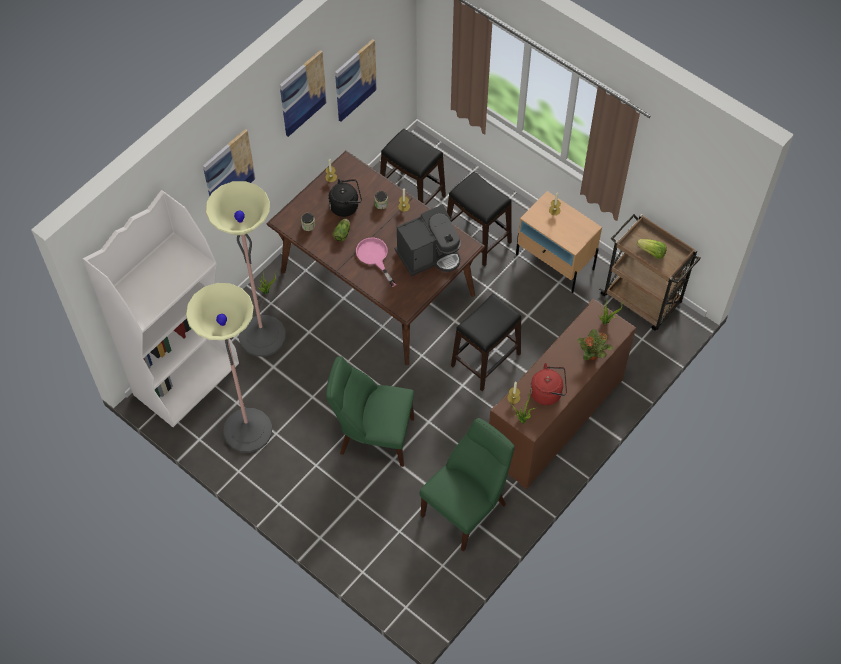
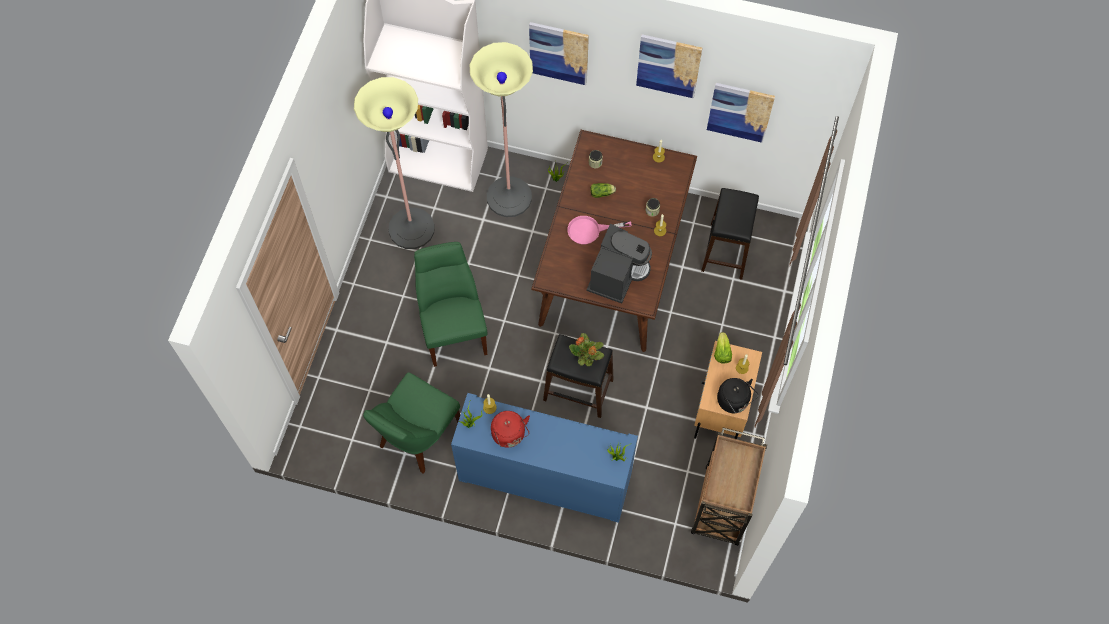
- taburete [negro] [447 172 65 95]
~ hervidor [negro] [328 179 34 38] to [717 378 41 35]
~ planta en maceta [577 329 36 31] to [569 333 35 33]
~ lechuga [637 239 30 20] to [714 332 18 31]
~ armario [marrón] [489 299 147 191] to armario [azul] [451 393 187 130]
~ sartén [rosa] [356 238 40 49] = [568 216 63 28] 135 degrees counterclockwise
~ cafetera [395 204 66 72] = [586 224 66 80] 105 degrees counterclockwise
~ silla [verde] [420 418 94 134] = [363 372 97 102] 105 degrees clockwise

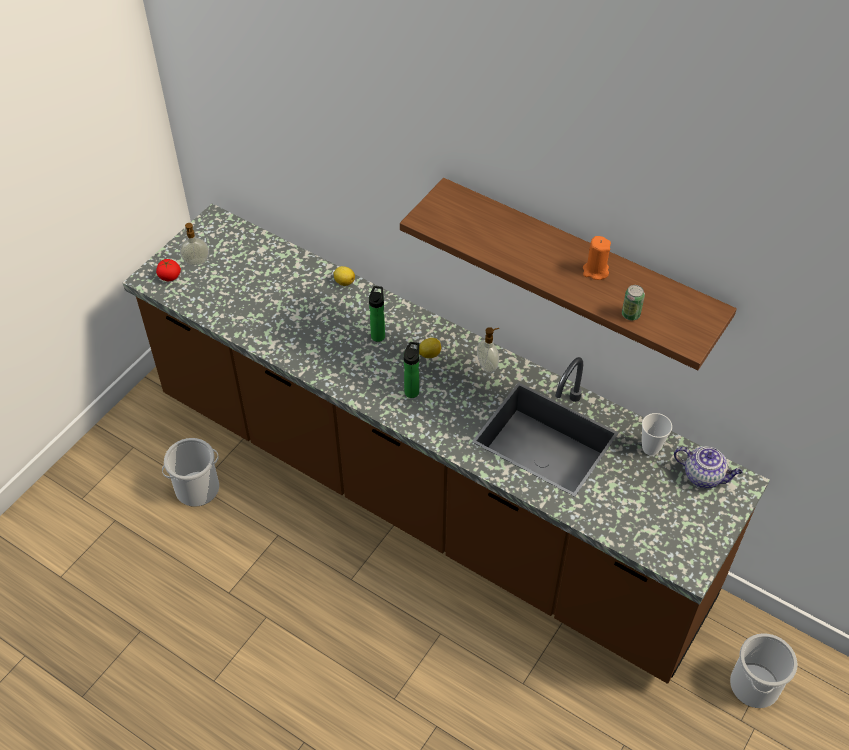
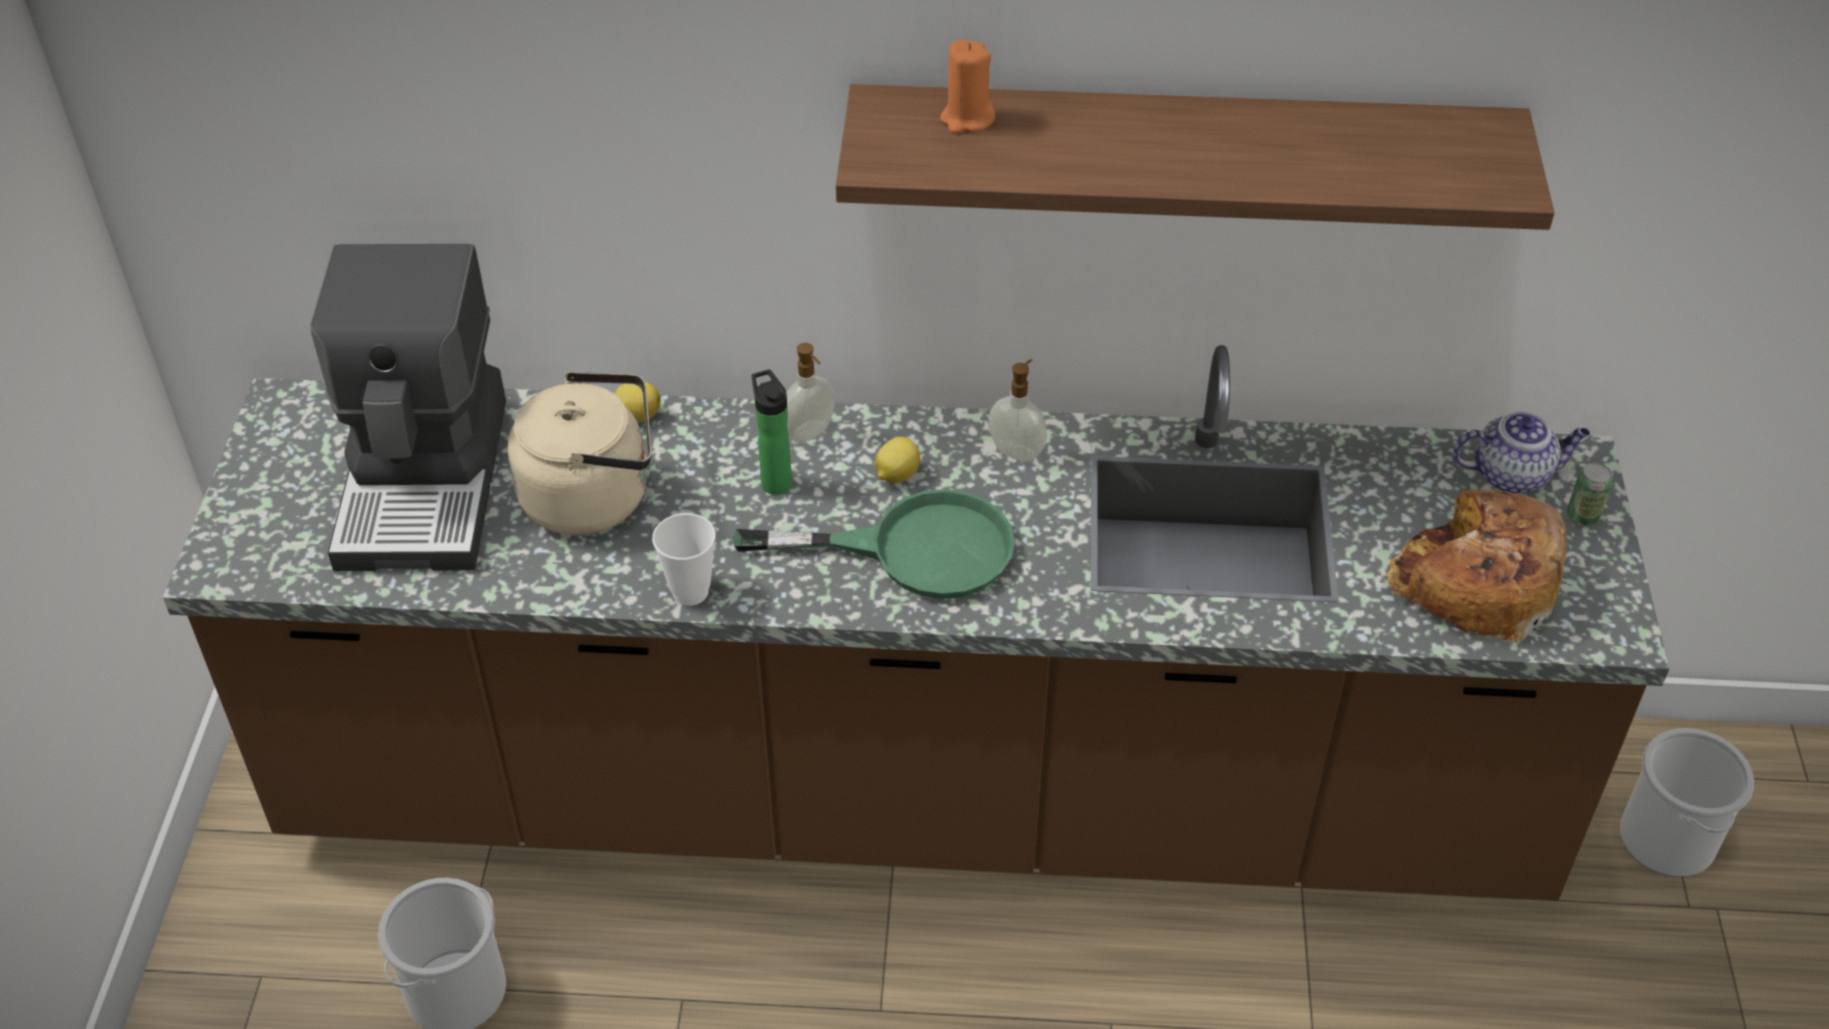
- tomate [156 259 25 22]
+ cafetera [310 244 196 327]
+ hervidor [beis] [508 371 144 164]
+ pan [1385 489 182 154]
~ dispensador de jabón [180 223 29 43] to [786 343 49 100]
~ vela [naranja] [583 236 28 44] to [940 40 55 93]
~ lata [622 285 23 35] to [1567 463 46 63]
~ taza [642 413 30 42] to [652 513 64 93]
~ botella [404 342 15 56] to sartén [verde] [733 489 282 110]

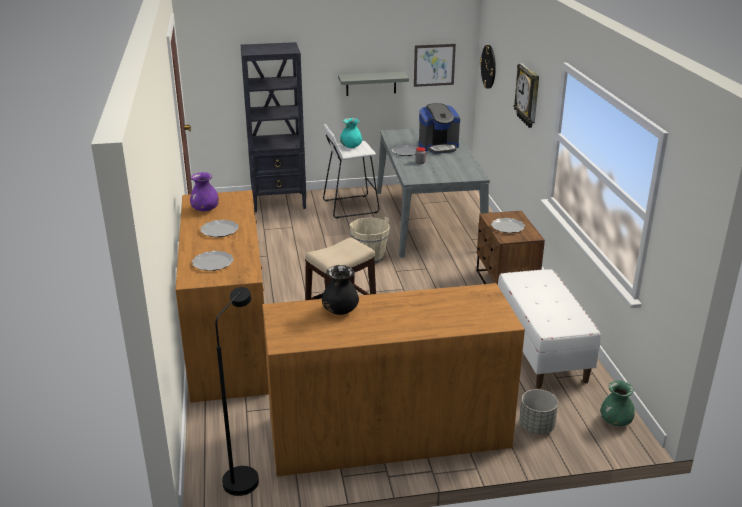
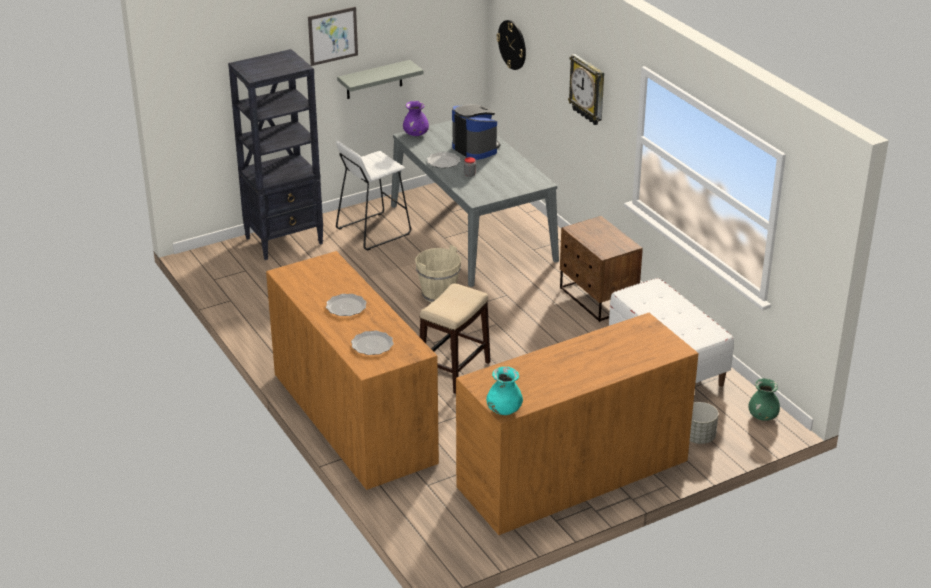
- lámpara de pie [negro] [215 287 44 209]
- florero [negro] [322 265 37 50]
- plato [491 218 34 15]
~ florero [morado] [190 172 29 39] to [403 101 26 35]
~ florero [turquesa] [340 118 22 30] to [486 367 37 48]
~ cuadro [414 44 42 43] to [308 7 50 59]
~ cafetera [419 103 41 51] = [452 104 48 56] 90 degrees counterclockwise

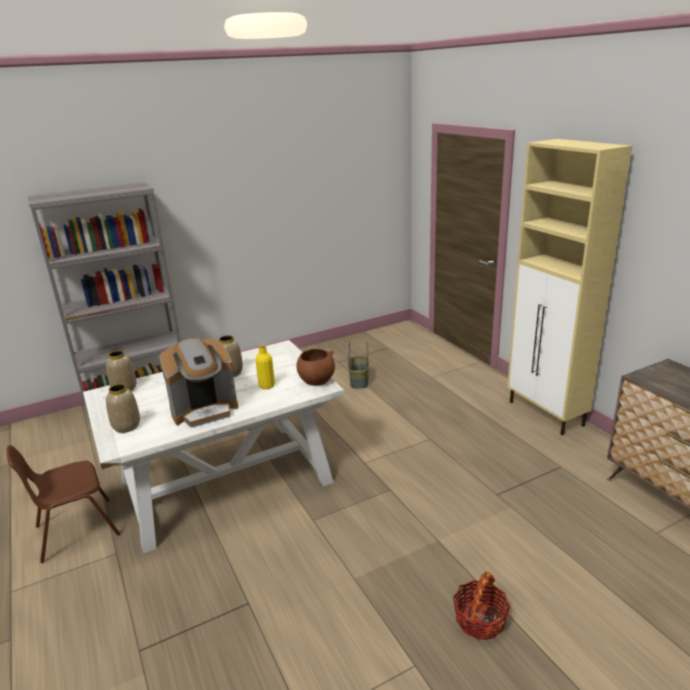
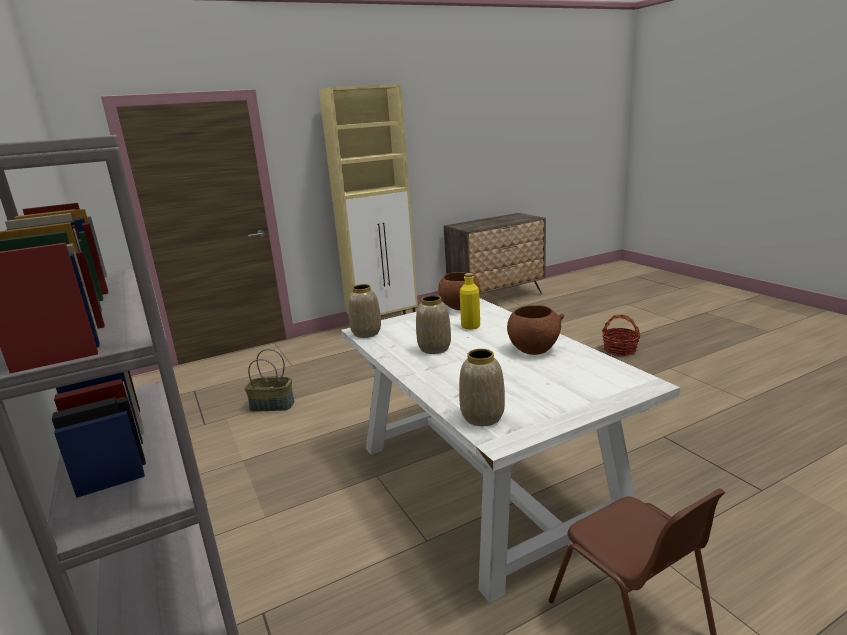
~ florero [106 384 34 49] to [348 284 33 54]
~ cafetera [160 337 78 91] to cuenco [marrón] [507 305 58 50]

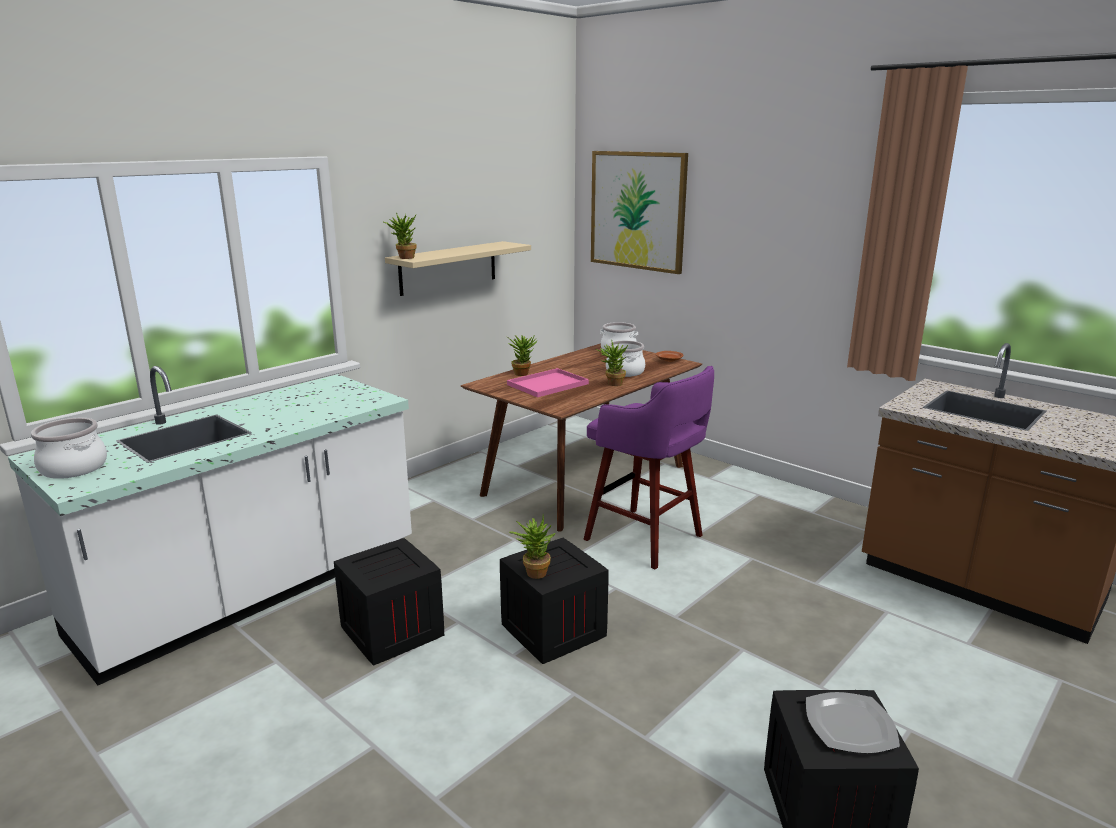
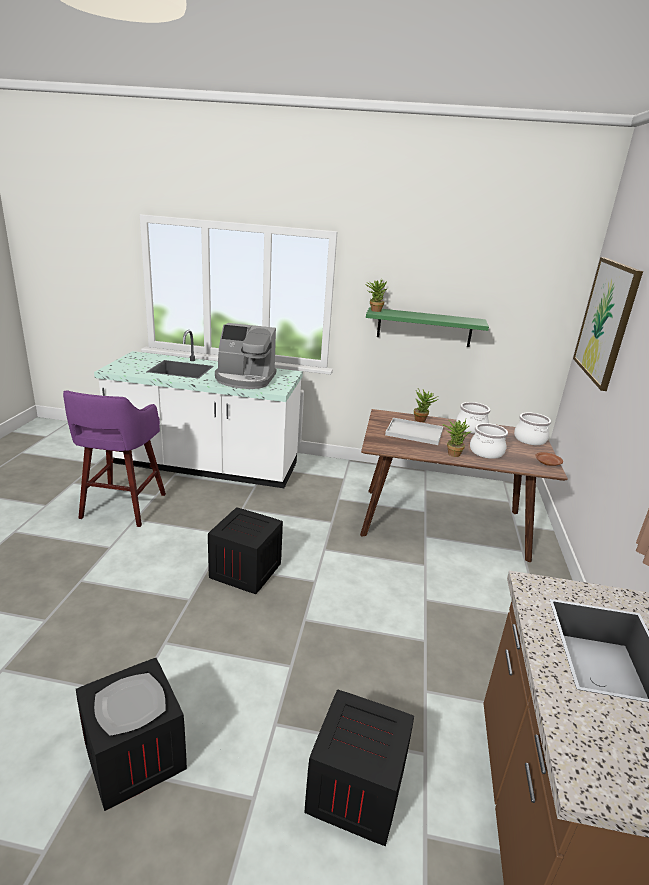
- planta en maceta [509 516 46 63]
+ cafetera [215 323 61 66]
~ olla [31 418 76 61] to [456 402 35 32]
~ caja de embalaje [334 538 110 128] to [305 689 109 157]
~ taburete [morado] [584 366 130 203] to [63 390 103 137]
~ estante [beis] [385 241 146 55] to estante [verde] [366 307 123 40]
~ bandeja [rosa] [507 368 82 29] to bandeja [blanco] [385 418 58 27]

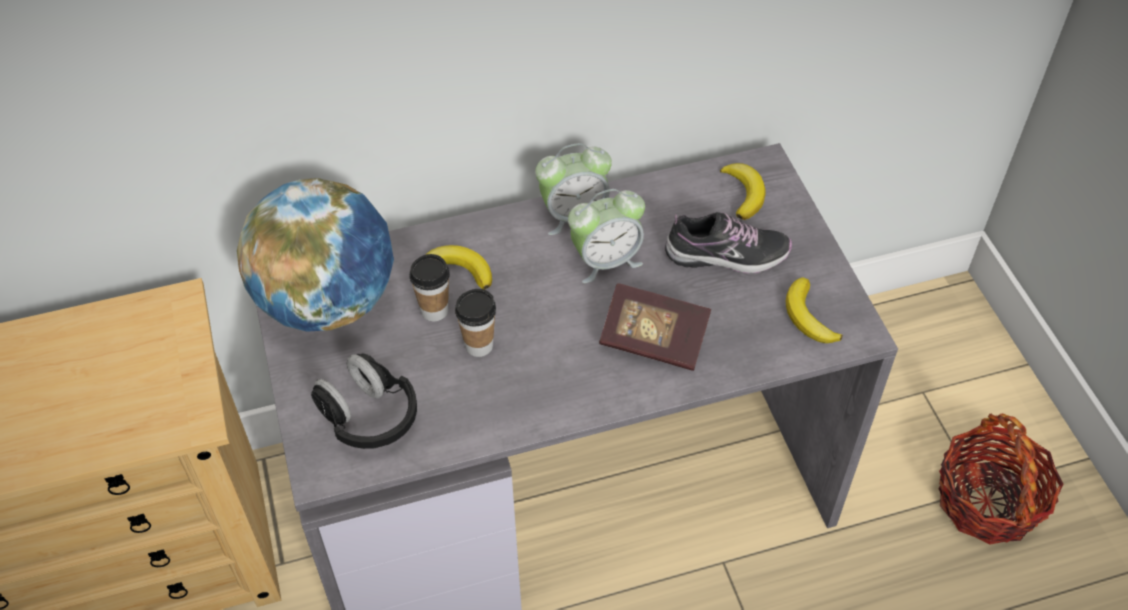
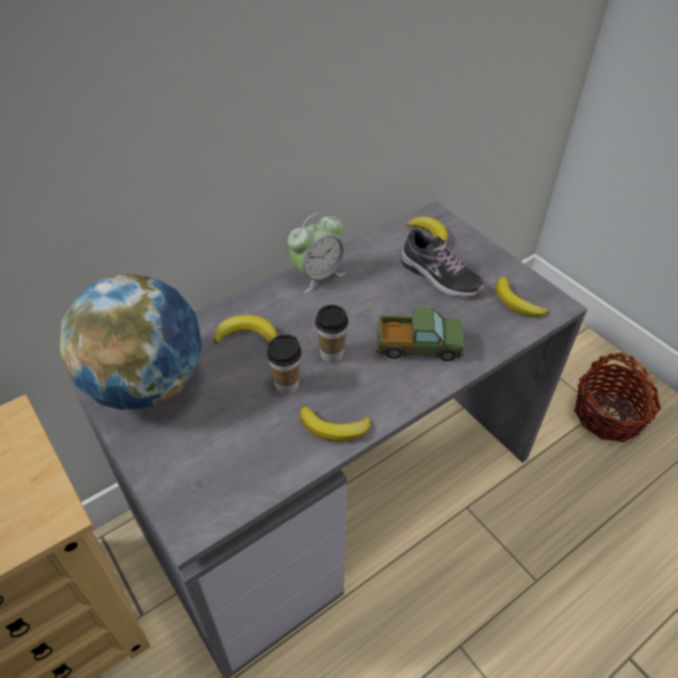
- auriculares [negro] [311 353 106 96]
- despertador [568 189 77 94]
+ plátano [300 406 71 36]
~ taza [410 254 40 68] to [315 305 33 58]
~ libro [599 283 112 88] to camión de juguete [376 307 88 54]
~ zapato [665 212 127 61] = [400 225 85 72] 60 degrees clockwise

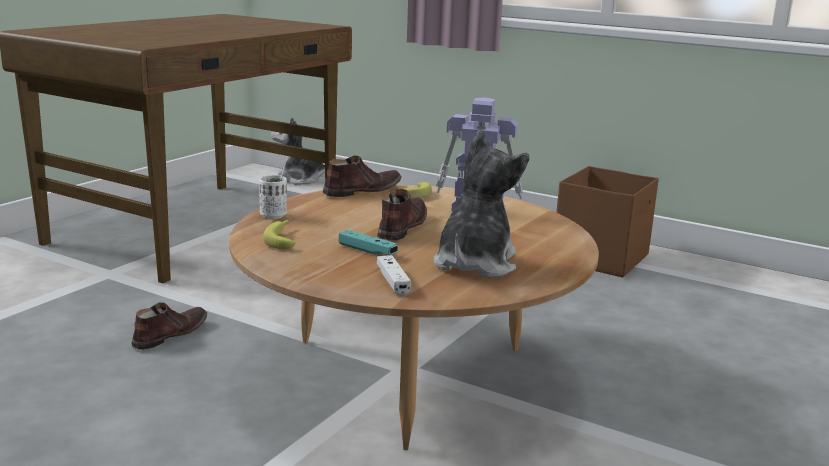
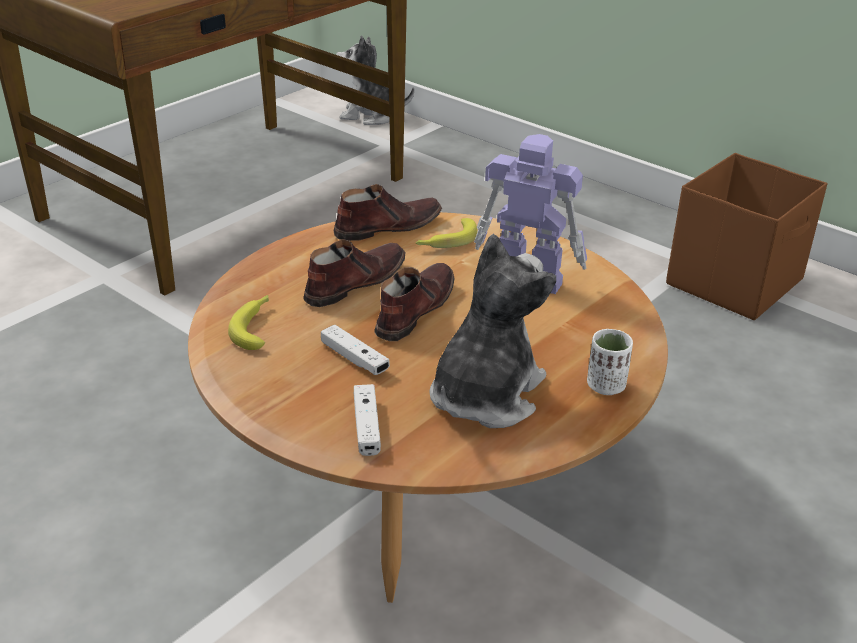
~ zapato [marrón] [132 302 75 48] to [303 239 102 68]
~ taza [blanco] [259 175 28 44] to [587 329 46 66]
~ mando de consola [turquesa] [339 230 59 26] to mando de consola [blanco] [321 325 69 50]

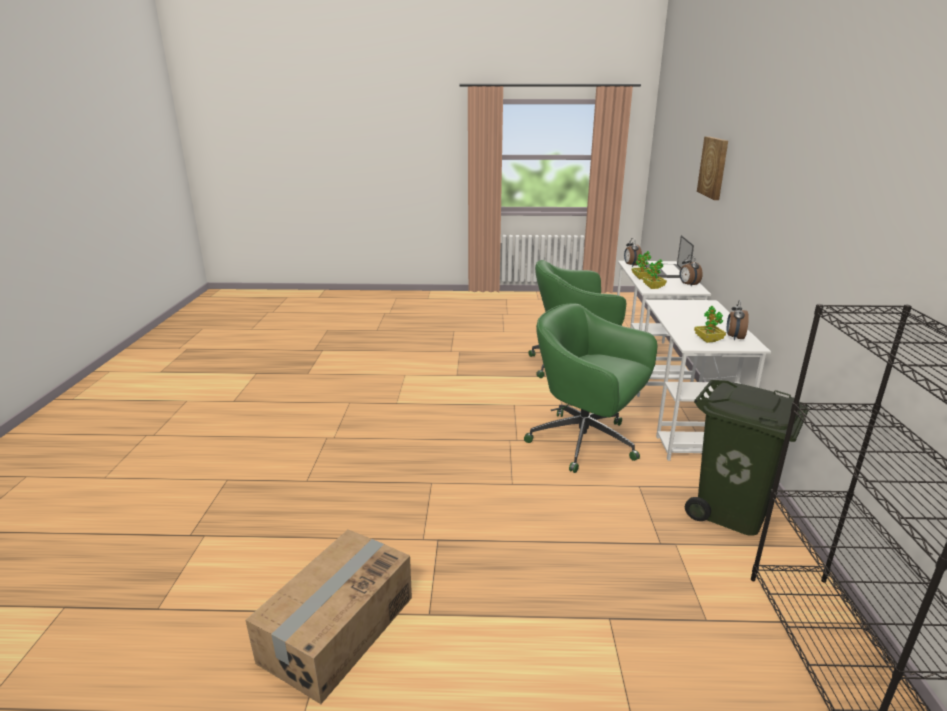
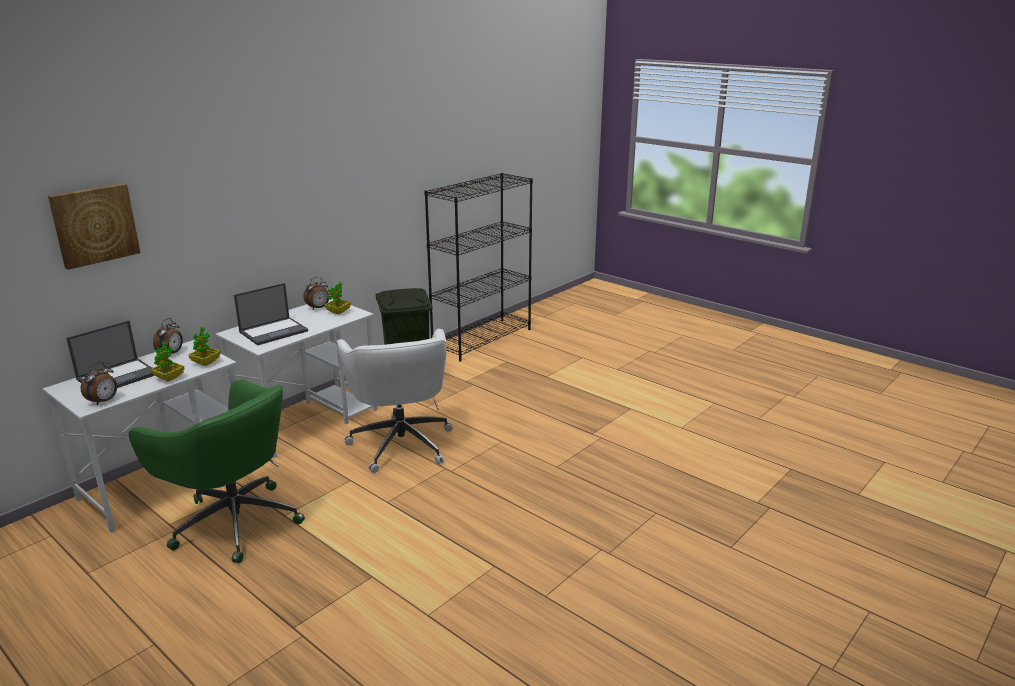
- caja de cartón [245 529 167 175]
+ portátil [234 283 74 62]
~ silla de oficina [verde] [524 303 133 170] to silla de oficina [blanco] [337 329 116 144]

